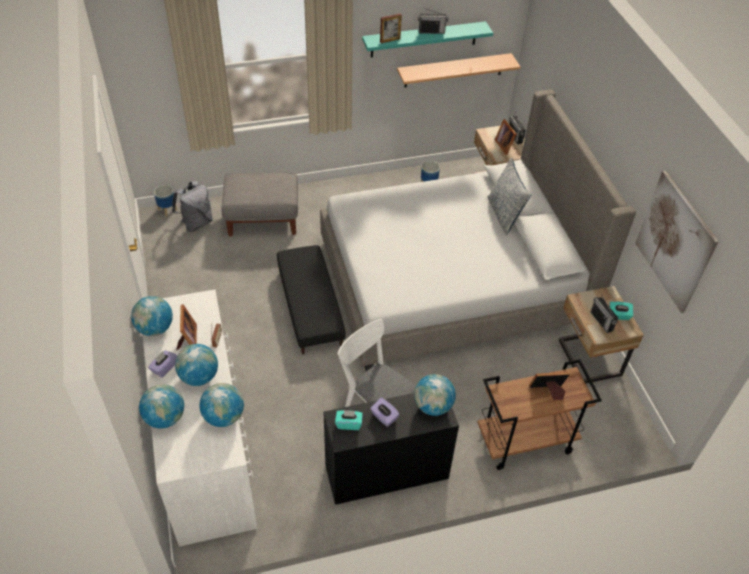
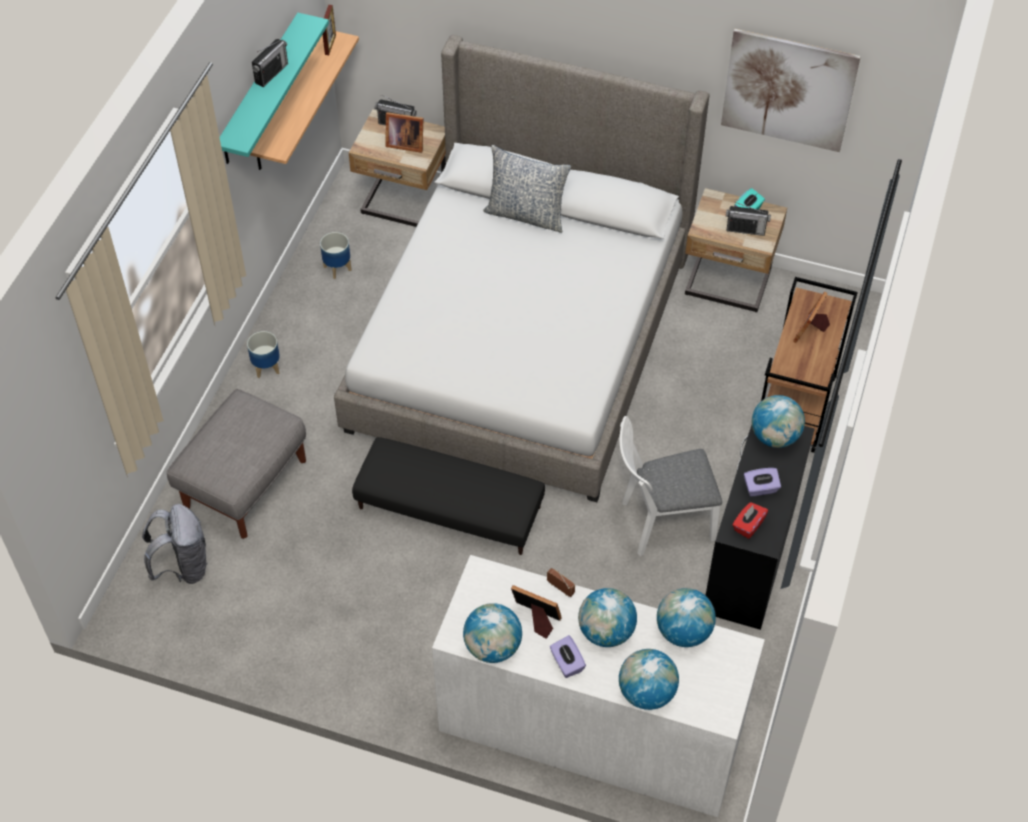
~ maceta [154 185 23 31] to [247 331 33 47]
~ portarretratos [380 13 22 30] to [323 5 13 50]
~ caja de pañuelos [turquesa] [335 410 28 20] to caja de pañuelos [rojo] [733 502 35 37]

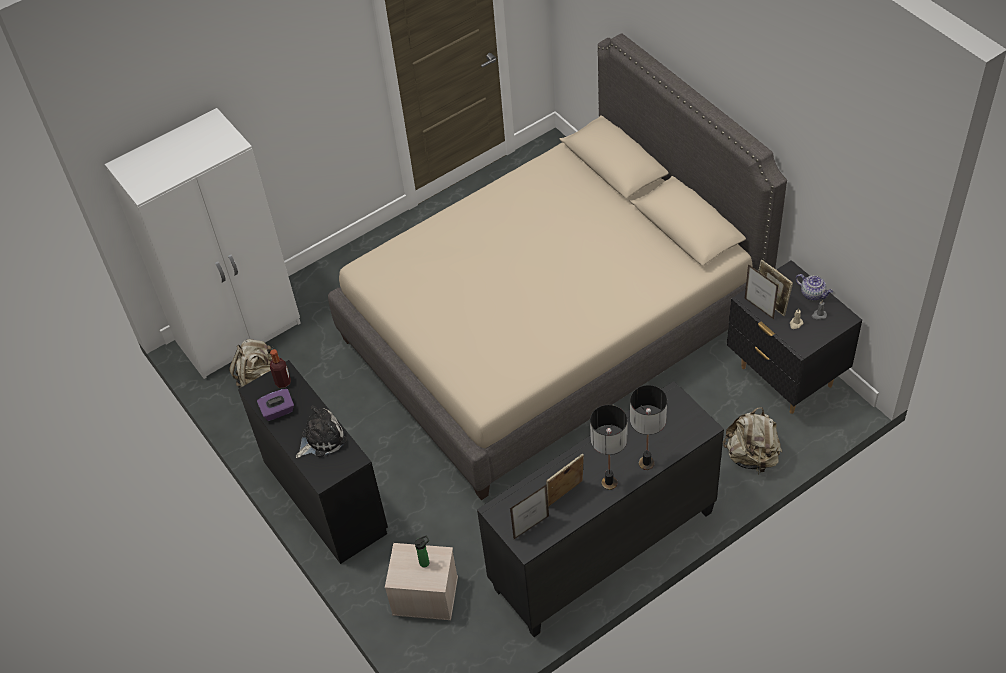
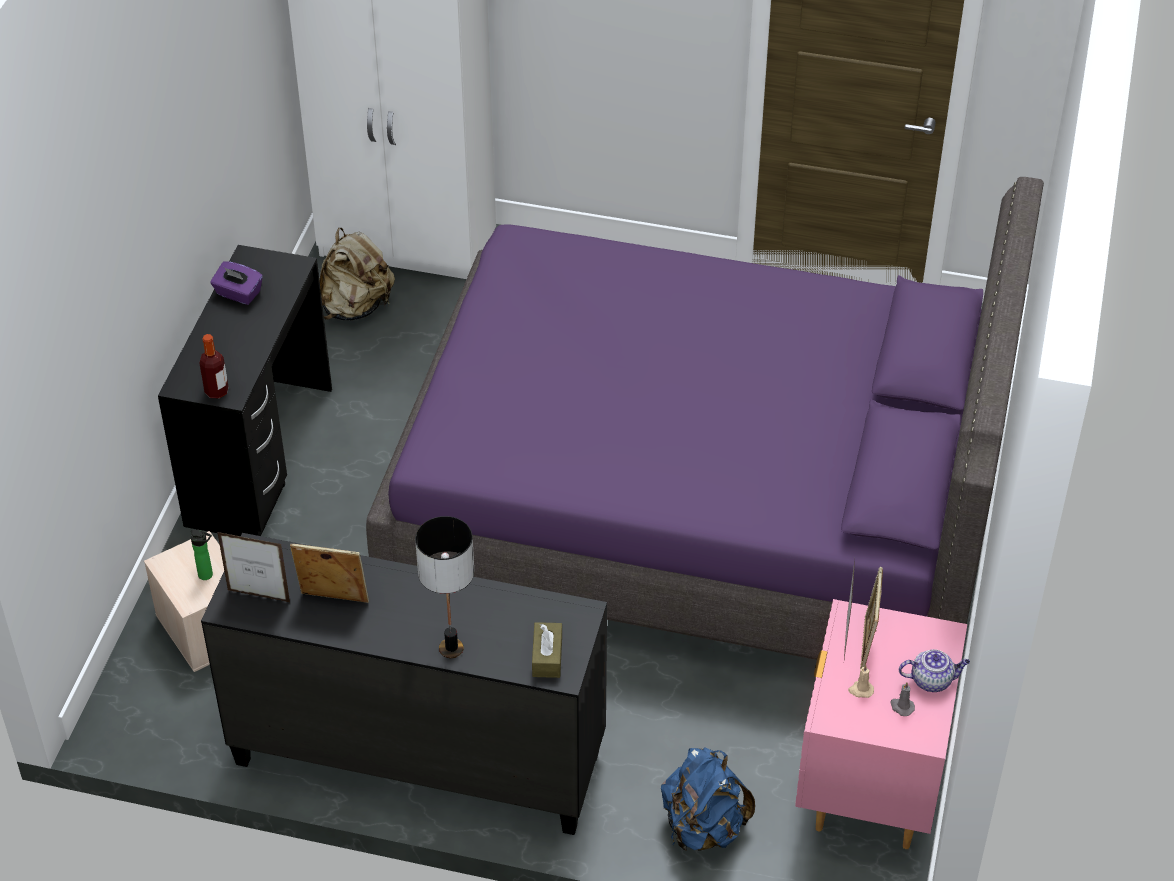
- peluche [296 405 51 53]
- lámpara de mesa [590 405 37 85]
+ caja de pañuelos [marrón] [532 622 30 56]
~ botella [270 349 21 39] to [199 334 29 64]
~ cama [beis] [328 34 459 466] to cama [morado] [366 177 678 483]
~ mochila [beis] [723 407 59 67] to mochila [azul] [661 747 94 104]
~ mesita de noche [negro] [727 260 135 154] to mesita de noche [rosa] [795 599 172 250]
~ tetera [796 274 37 26] = [899 649 71 43] 90 degrees counterclockwise

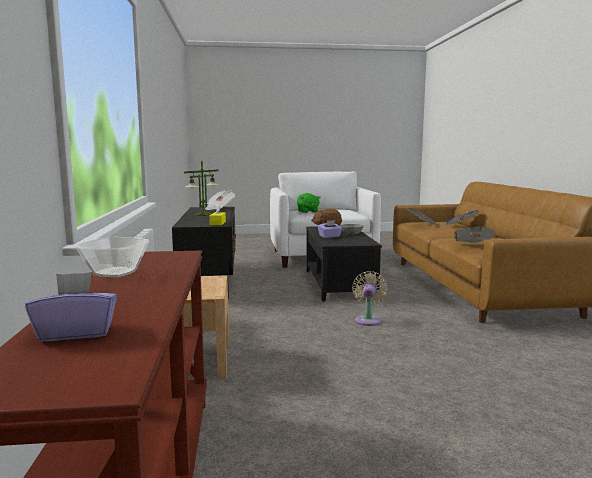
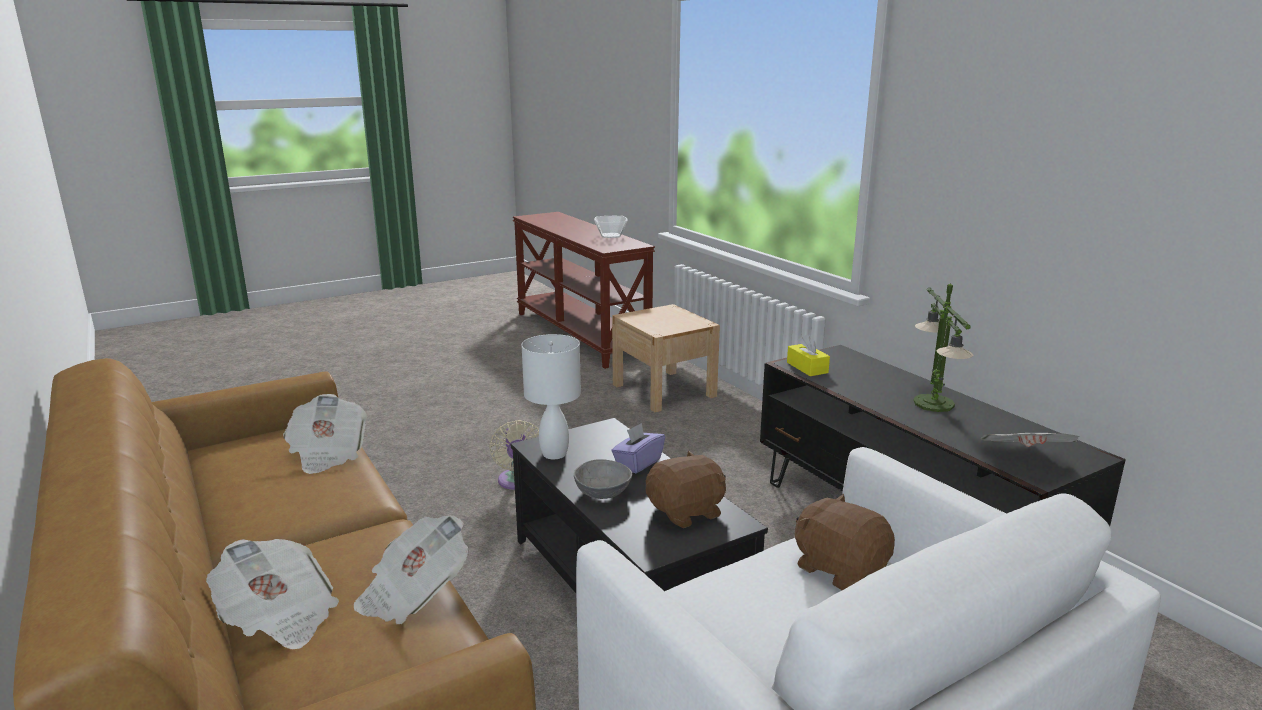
- caja de pañuelos [morado] [25 272 92 69]
+ lámpara de mesa [blanco] [522 334 59 125]
~ peluche [verde] [297 193 24 20] to peluche [marrón] [795 494 100 96]

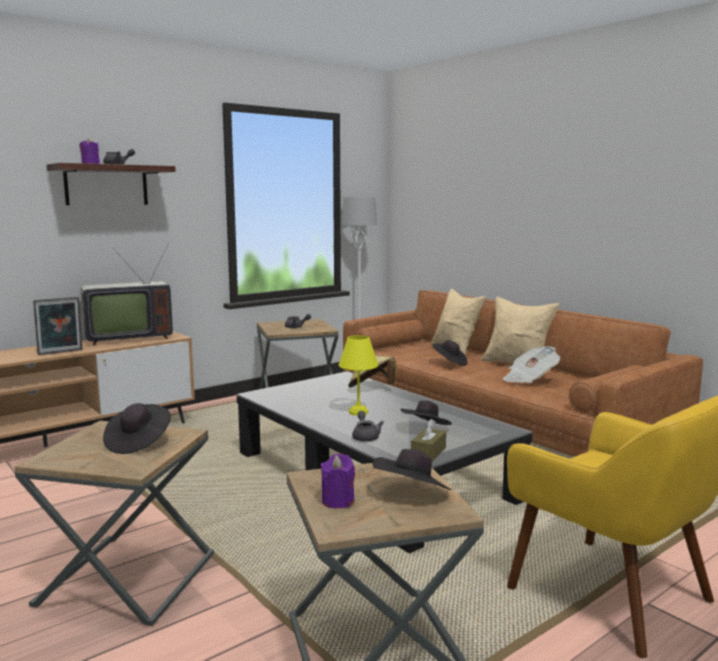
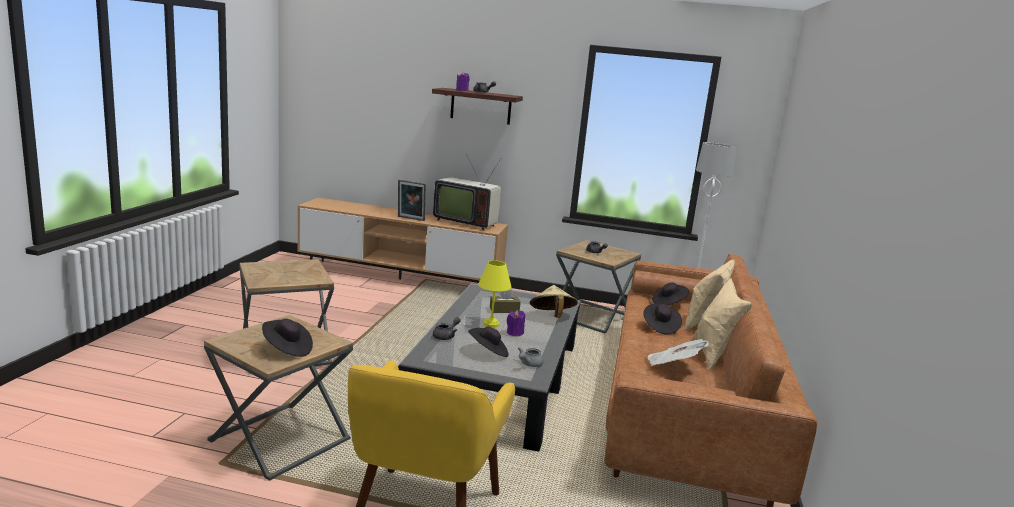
+ tetera [gris] [518 347 26 20]
~ sombrero [negro] [103 403 68 51] to [652 283 37 23]
~ vela [morado] [320 453 35 55] to [507 310 18 26]
~ caja de pañuelos [marrón] [411 419 35 42] to [490 290 31 23]

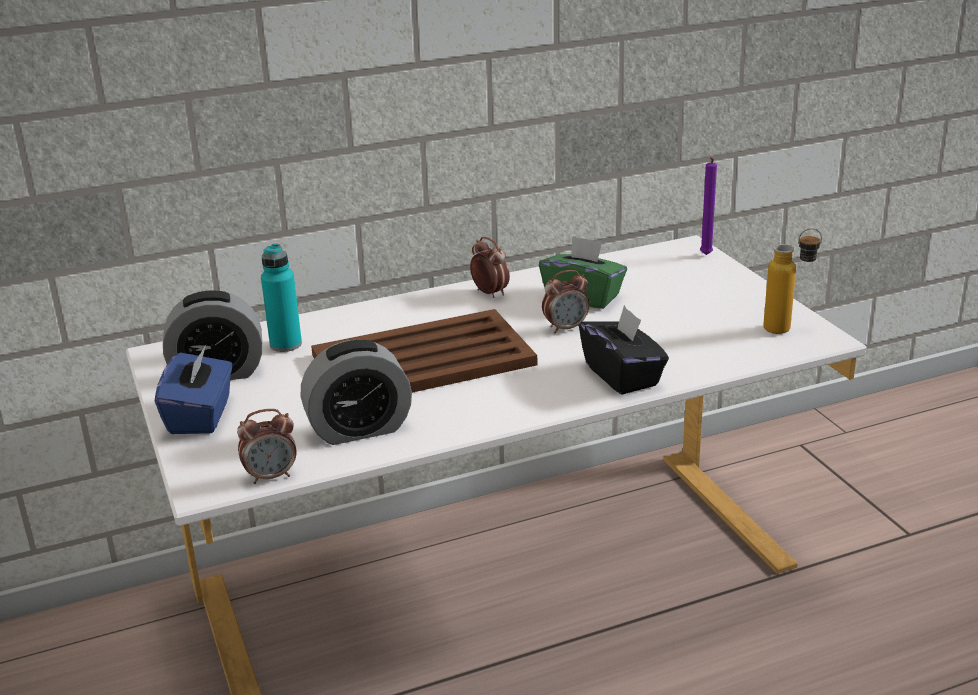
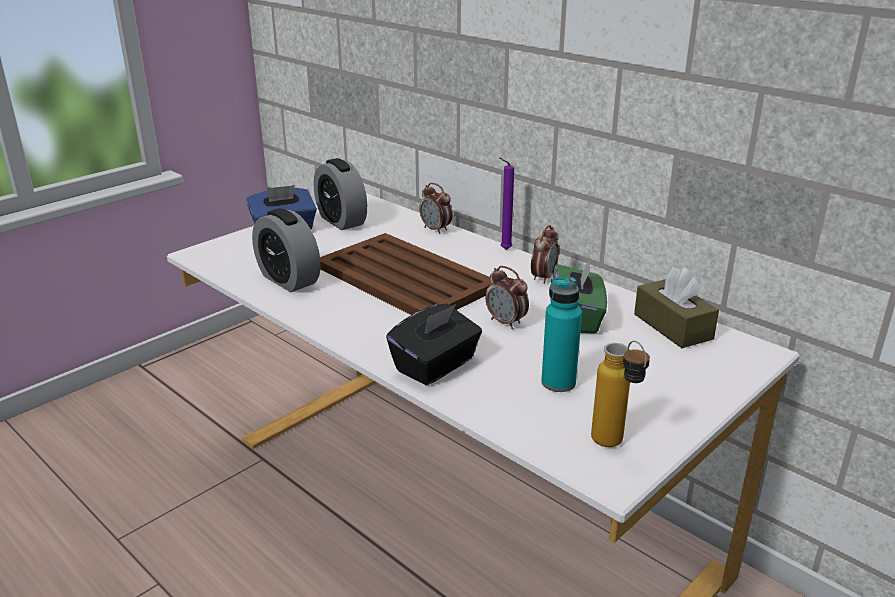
+ caja de pañuelos [marrón] [634 267 85 81]
~ despertador [237 409 60 75] to [419 183 34 51]
~ botella [turquesa] [261 243 41 109] to [541 277 41 115]
~ vela [morado] [700 157 17 98] to [500 158 14 92]

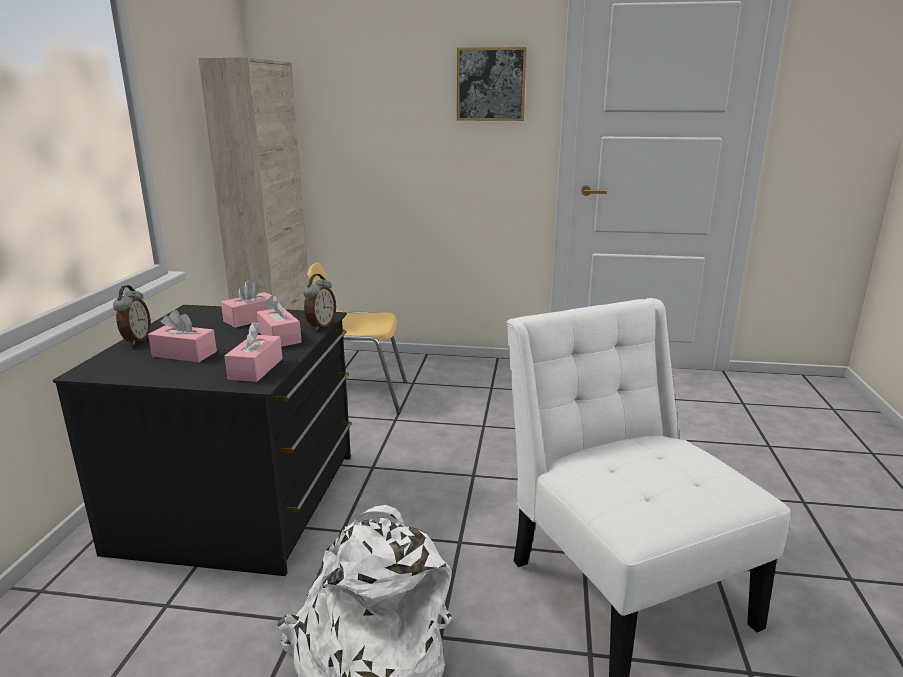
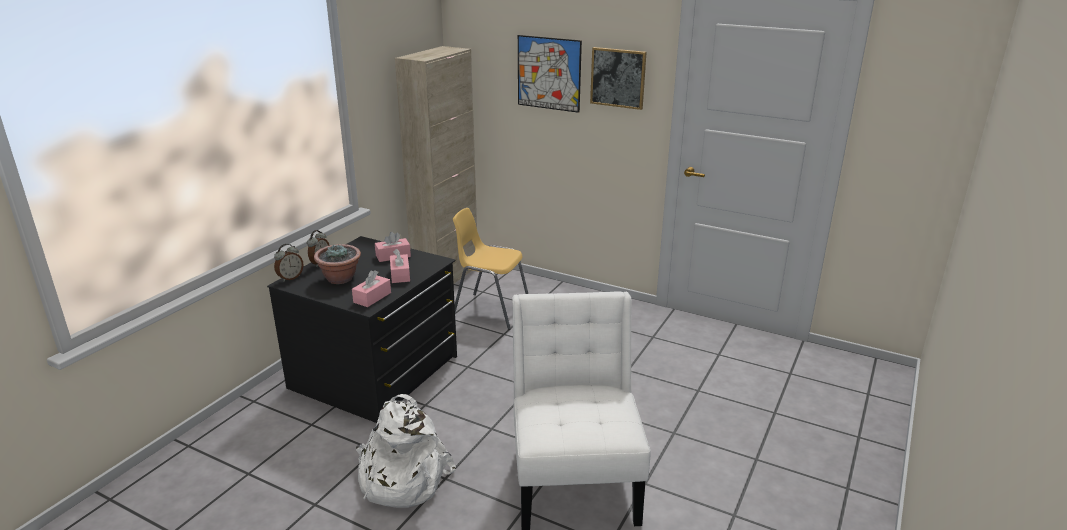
+ cuadro [518 35 64 78]
~ despertador [303 274 33 57] to [274 244 29 38]
~ caja de pañuelos [rosa] [148 310 69 52] to planta en maceta [314 244 47 40]

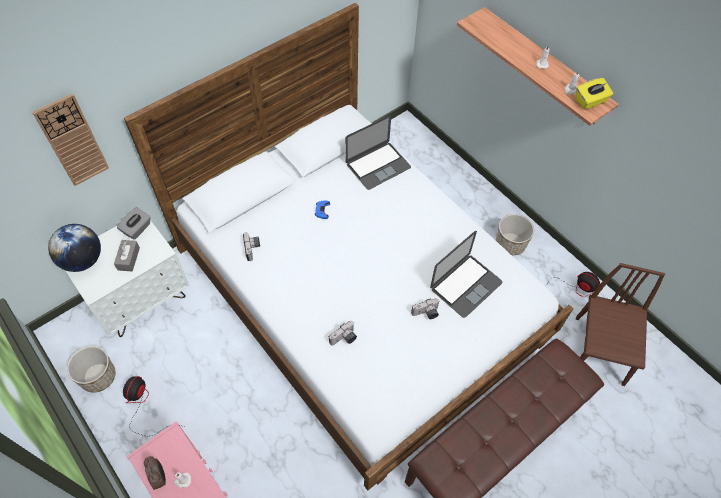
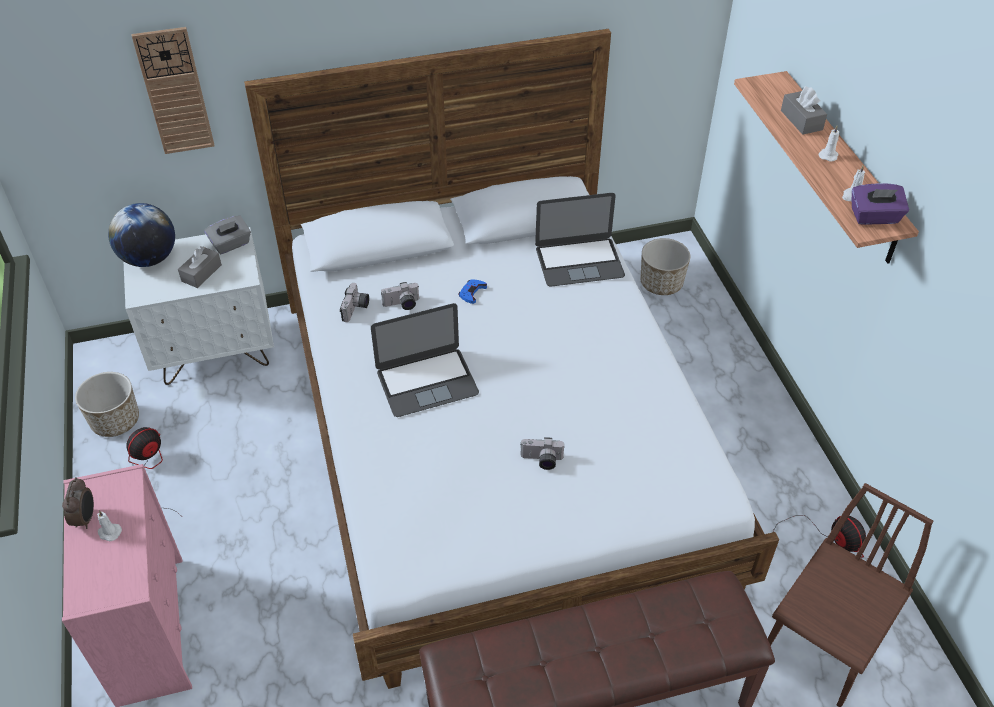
+ caja de pañuelos [gris] [781 86 46 49]
~ cámara [329 321 28 25] to [381 282 38 28]
~ portátil [430 231 73 87] to [371 303 108 114]
~ maceta [496 214 38 41] to [640 238 50 57]
~ caja de pañuelos [amarillo] [575 78 38 32] to caja de pañuelos [morado] [852 183 57 42]

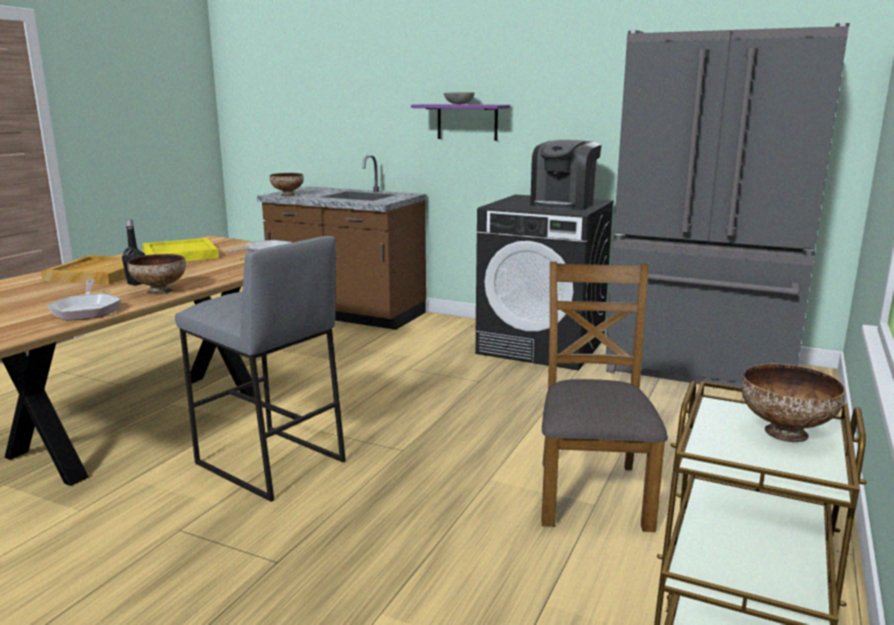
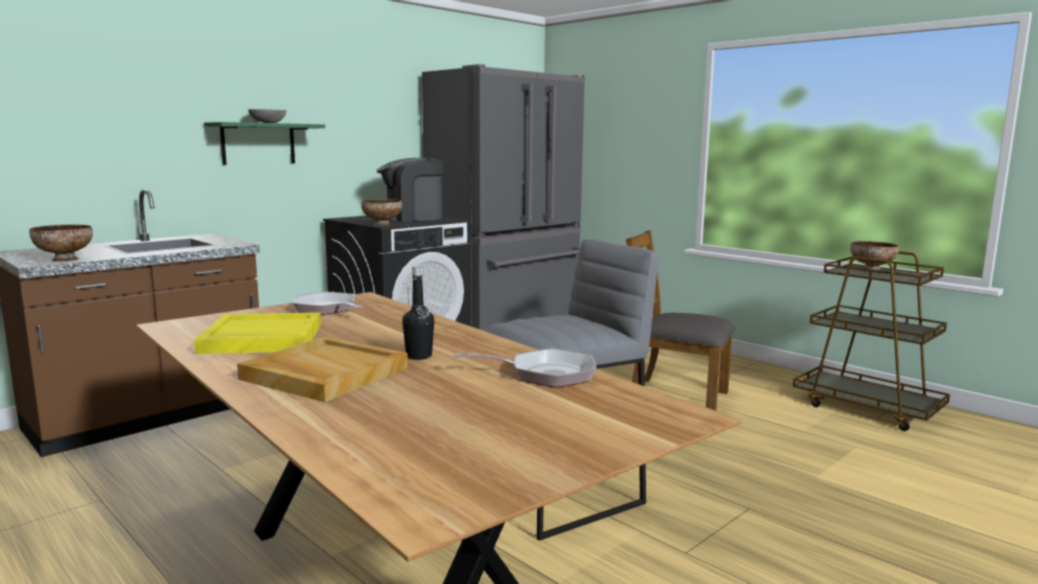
~ cuenco [127 254 59 41] to [361 199 41 27]
~ estante [morado] [411 104 99 37] to estante [verde] [204 122 121 43]
~ cafetera [530 140 72 70] = [376 158 68 64] 105 degrees clockwise

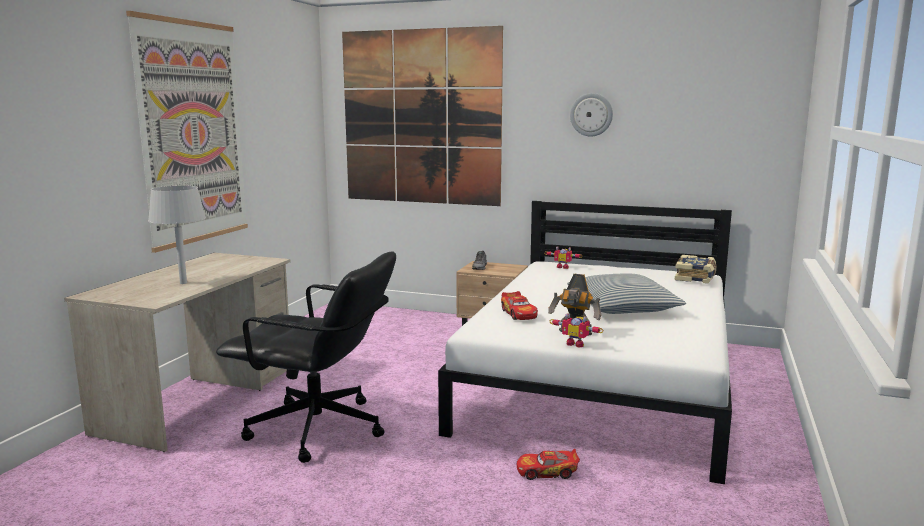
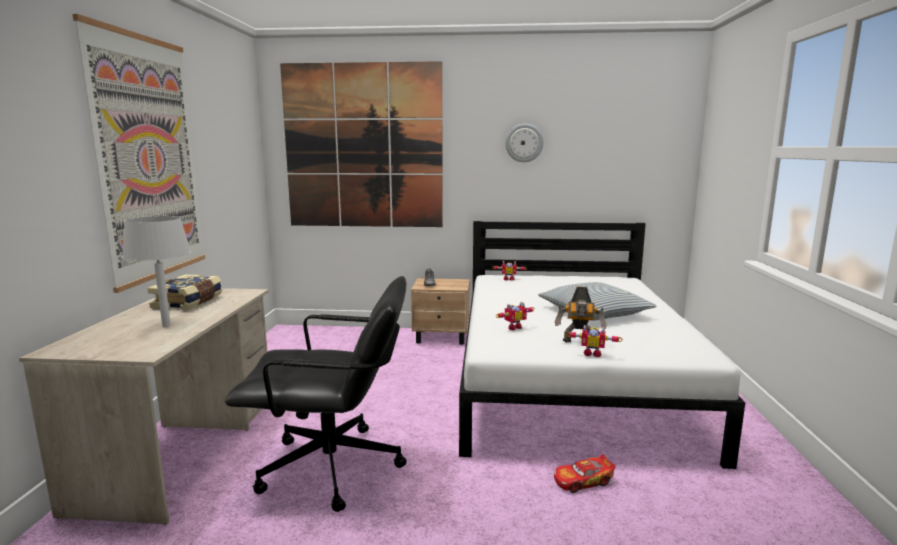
~ libro [675 255 42 29] to [147 274 75 36]
~ coche de juguete [501 291 37 29] to robot de juguete [496 302 39 28]

